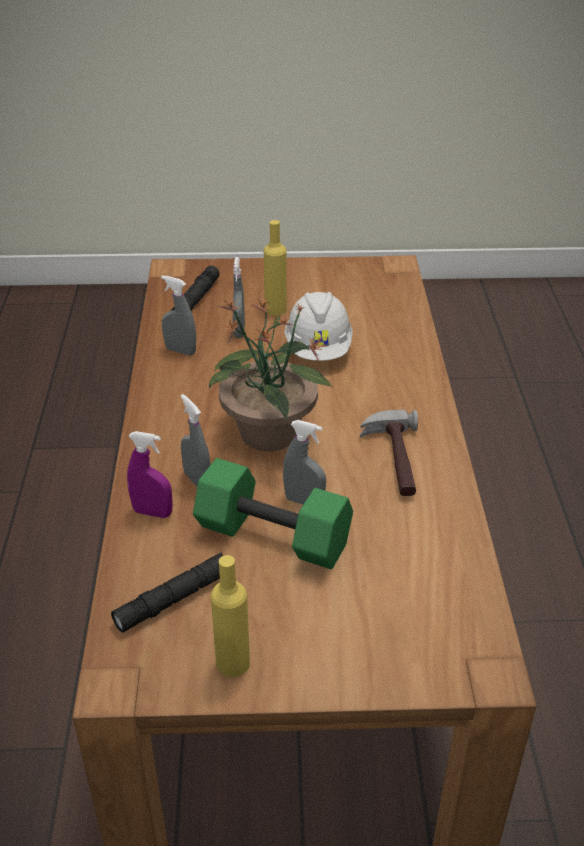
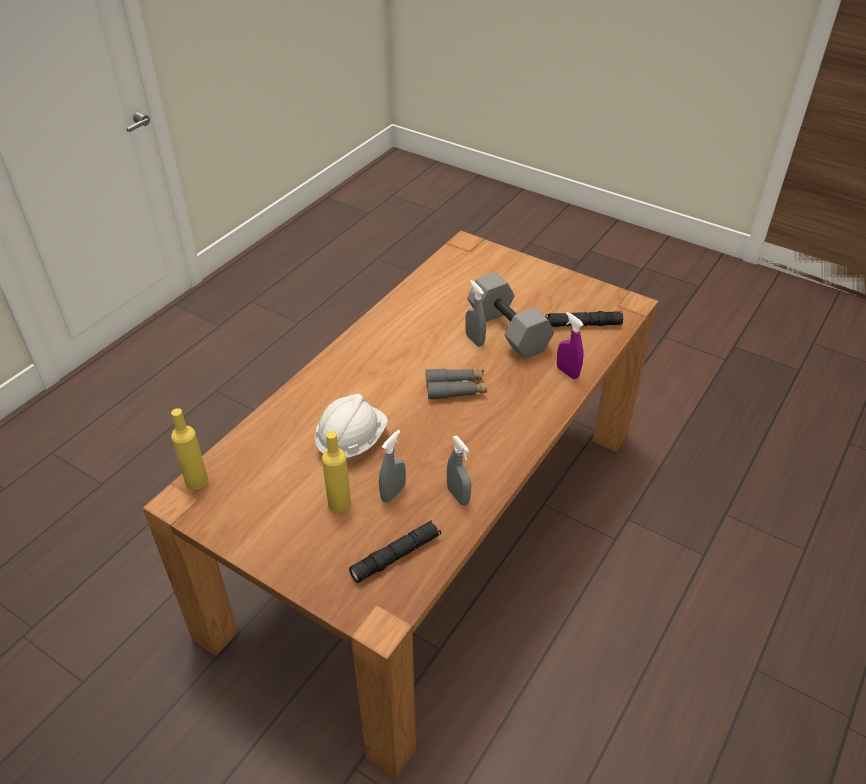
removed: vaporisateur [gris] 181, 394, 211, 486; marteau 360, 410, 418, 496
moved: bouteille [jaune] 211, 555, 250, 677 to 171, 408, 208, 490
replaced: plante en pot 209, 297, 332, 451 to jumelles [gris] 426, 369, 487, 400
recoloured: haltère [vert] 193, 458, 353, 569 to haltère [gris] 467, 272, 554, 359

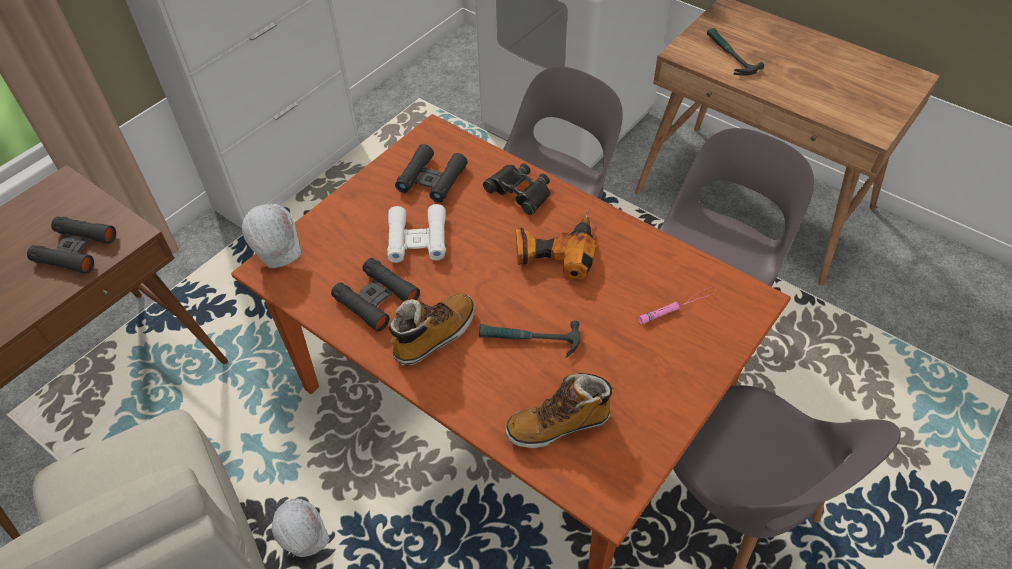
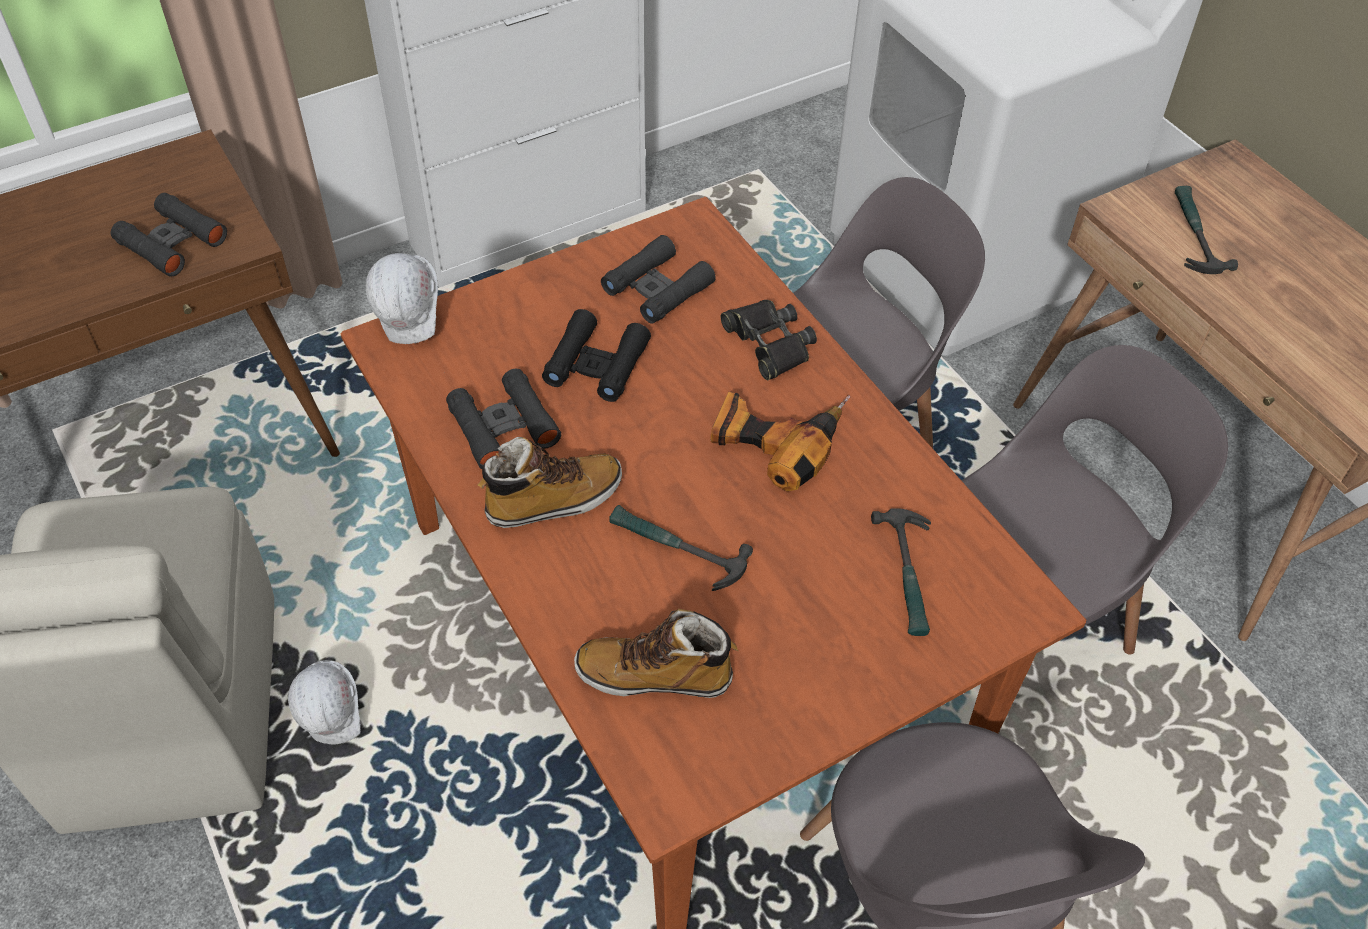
replaced: lampe de poche [rose] 638, 287, 716, 324 to marteau 871, 508, 931, 636
recoloured: jumelles [blanc] 387, 204, 446, 263 to jumelles [noir] 542, 309, 651, 402

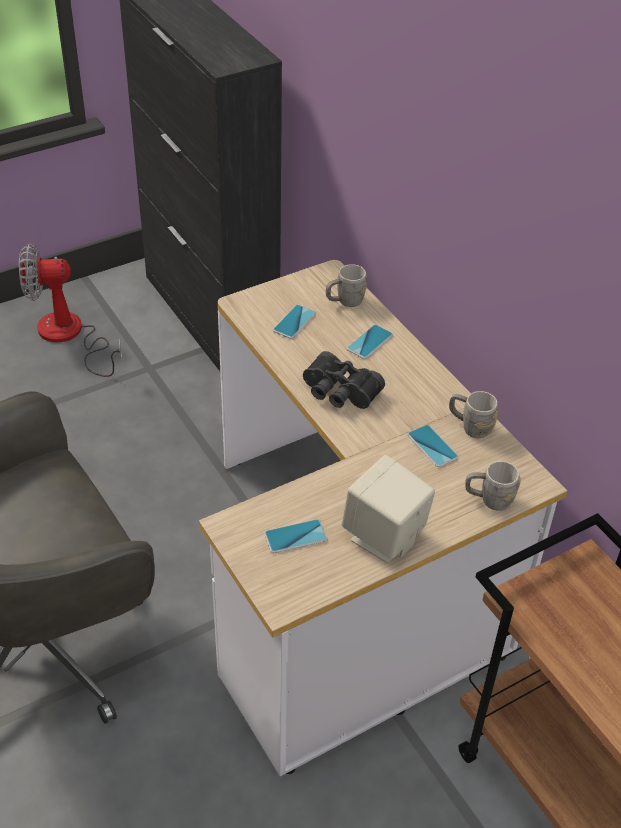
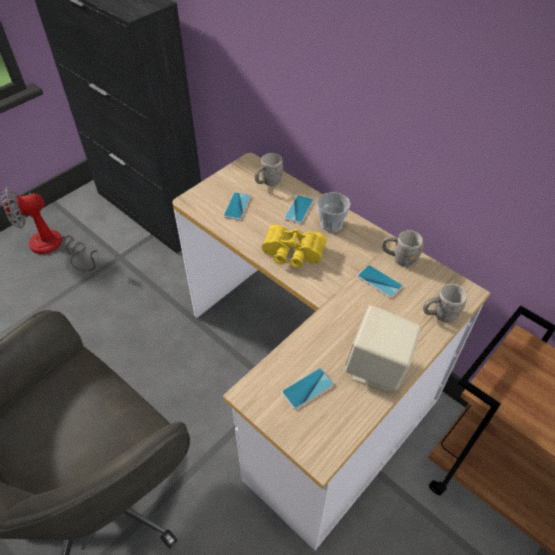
added: tasse 317, 192, 351, 232
recoloured: jumelles [noir] 303, 351, 385, 409 to jumelles [jaune] 262, 225, 327, 268

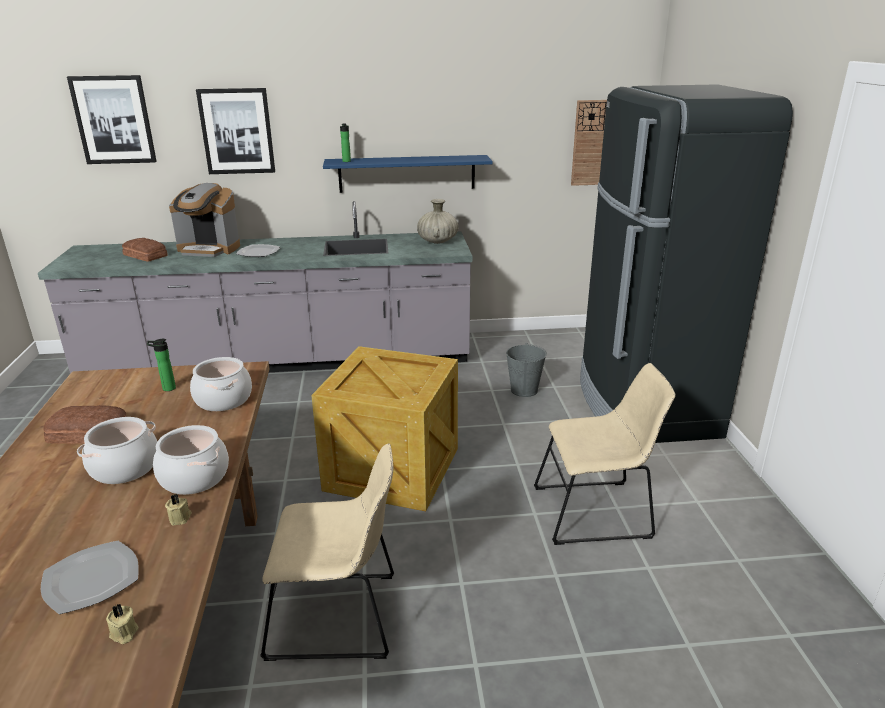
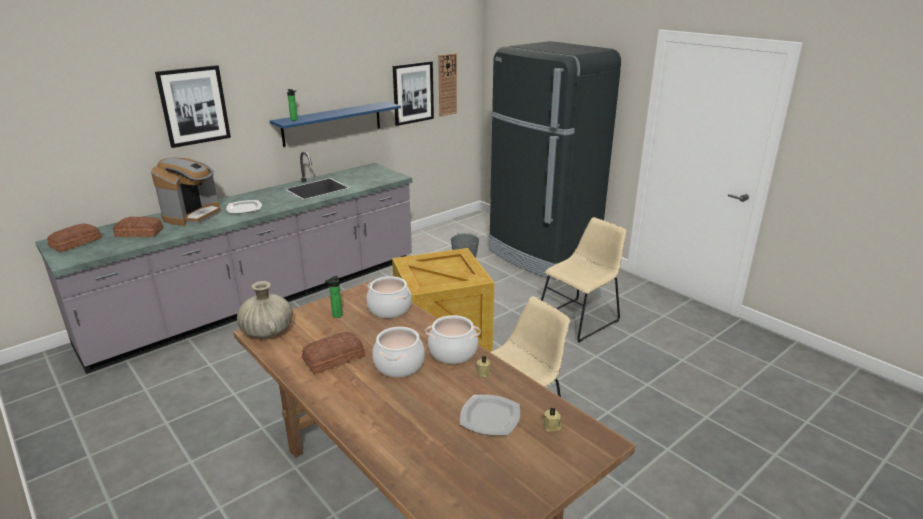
added: pain 47, 224, 102, 252
moved: tableau 67, 75, 157, 164 to 393, 61, 434, 126; vase [beige] 417, 199, 458, 244 to 237, 281, 293, 338
turned: machine à café 169, 183, 240, 257 = 151, 157, 221, 226 45 degrees counterclockwise

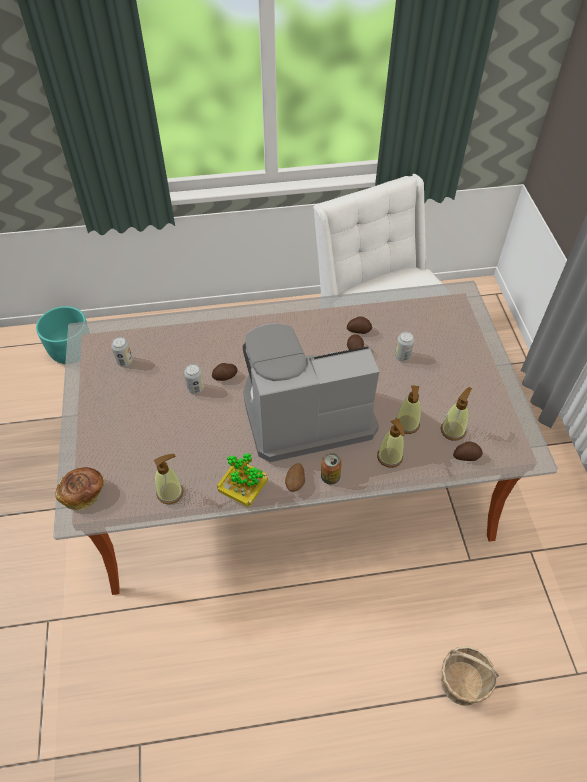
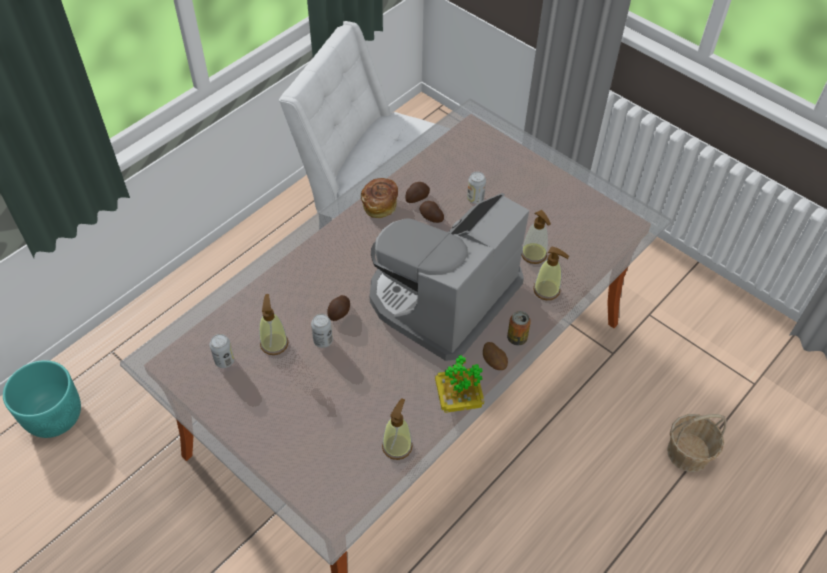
removed: pomme de terre 453, 442, 483, 461
moved: pain 55, 467, 104, 510 to 361, 178, 398, 218; distributeur de savon 441, 387, 472, 441 to 259, 294, 288, 355

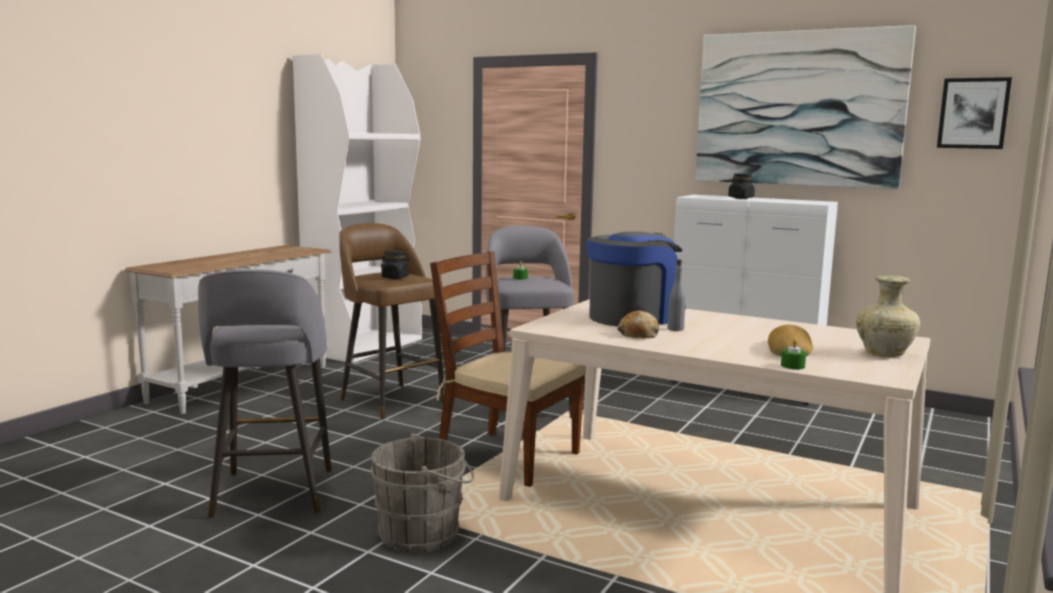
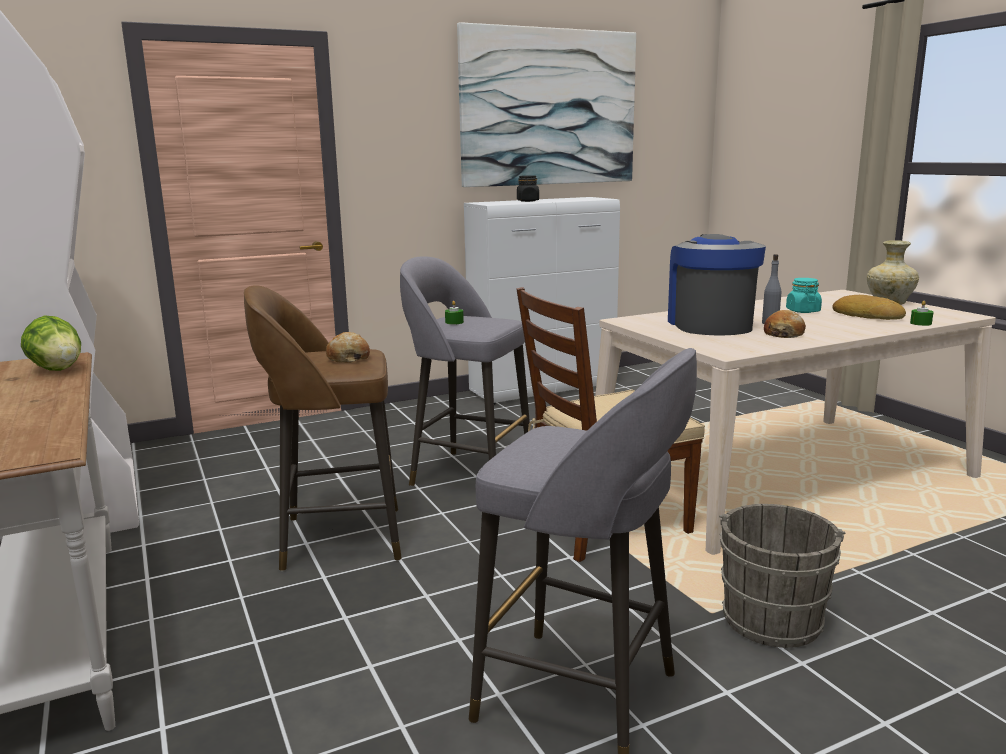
removed: tableau 937, 77, 1012, 149
added: laitue 21, 315, 81, 371; bocal [turquoise] 786, 278, 822, 313
replaced: bocal [noir] 381, 250, 410, 279 to pain 326, 332, 370, 363

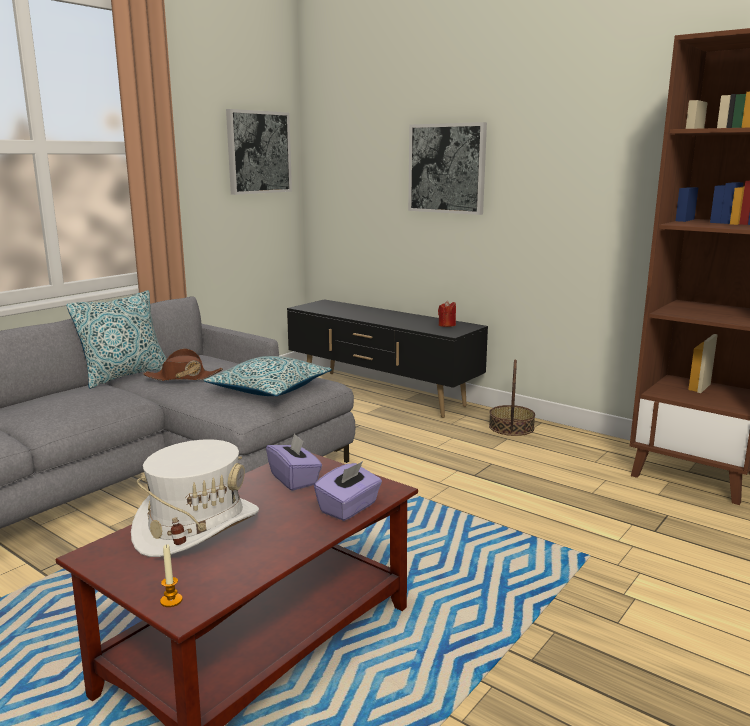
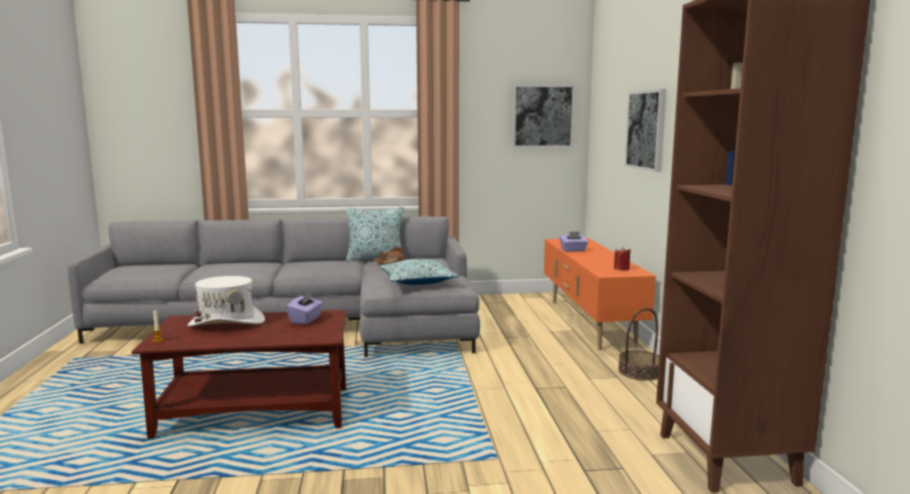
moved: boîte à mouchoirs [violet] 314, 461, 382, 521 to 559, 231, 588, 252
recoloured: meuble télé [noir] 287, 299, 488, 418 to meuble télé [orange] 544, 238, 656, 350

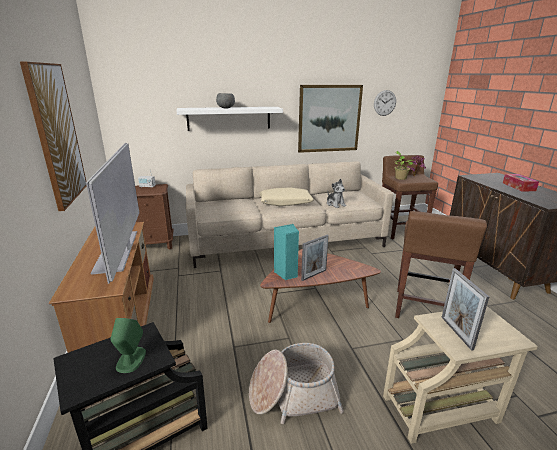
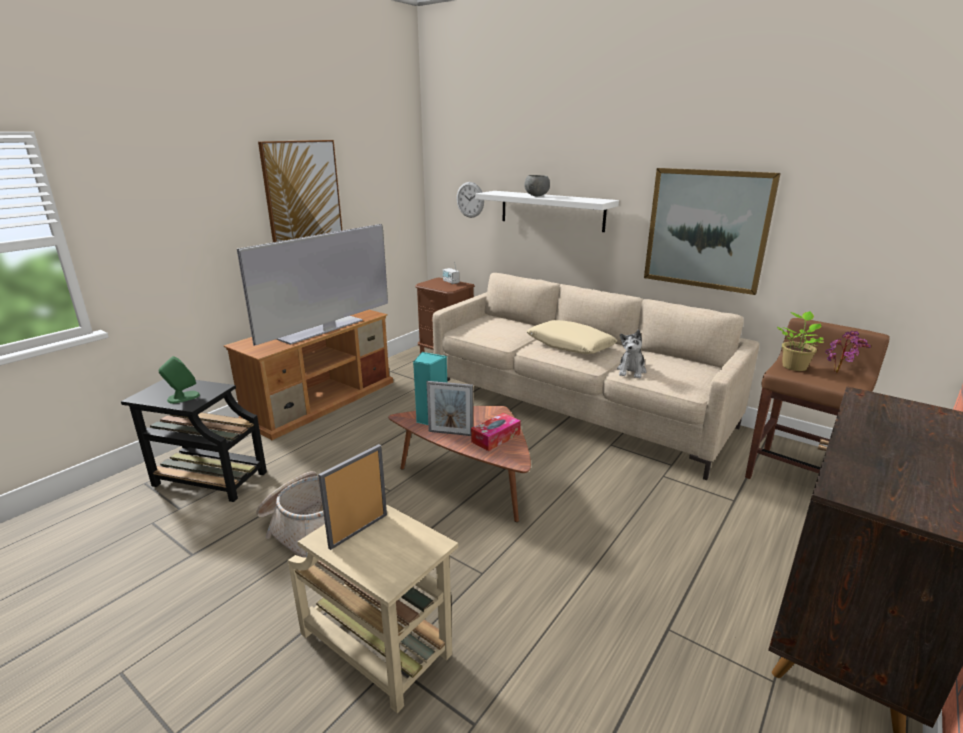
removed: tabouret [marron] 395, 211, 487, 318
moved: horloge murale 374, 90, 396, 116 to 457, 182, 484, 218; boîte à mouchoirs 503, 174, 539, 191 to 471, 413, 521, 451

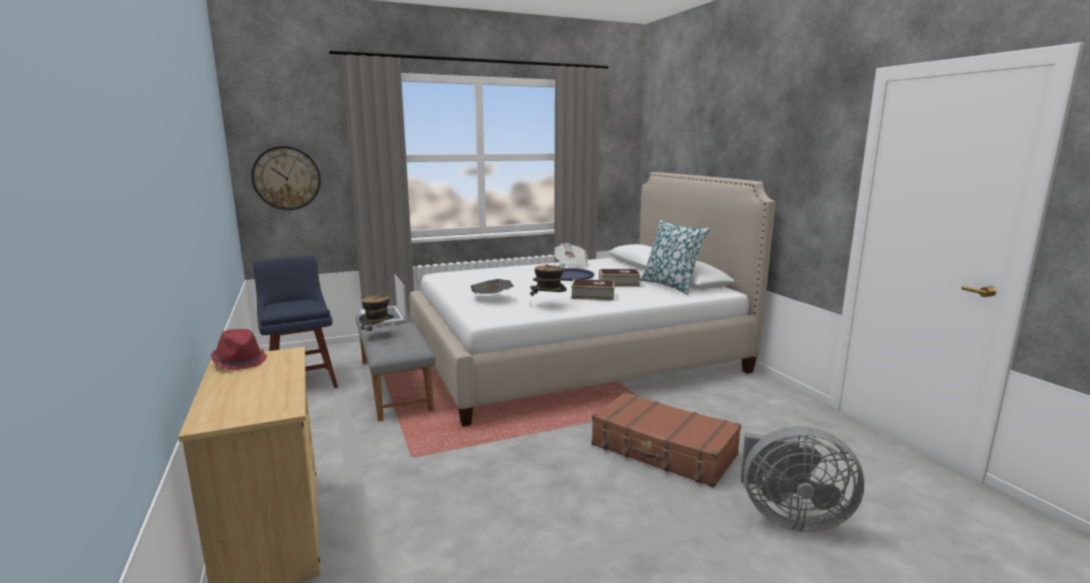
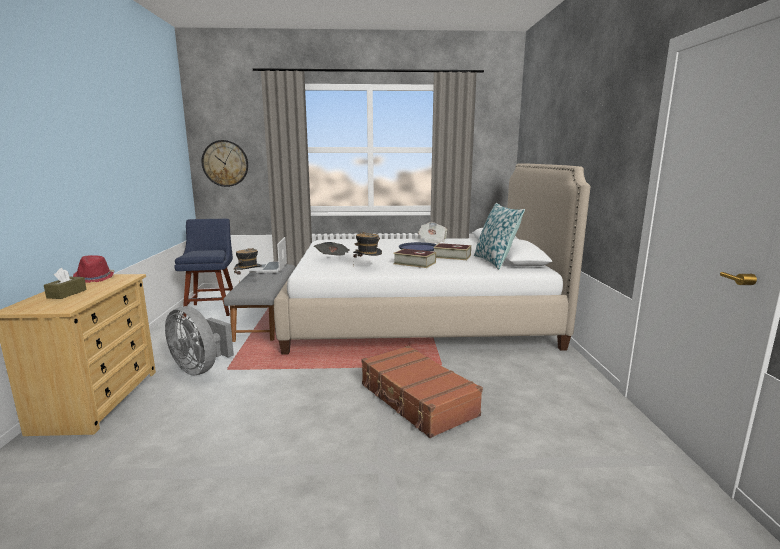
added: boîte à mouchoirs [marron] 44, 268, 87, 299
moved: ventilateur [gris] 741, 426, 864, 532 to 165, 306, 234, 375

